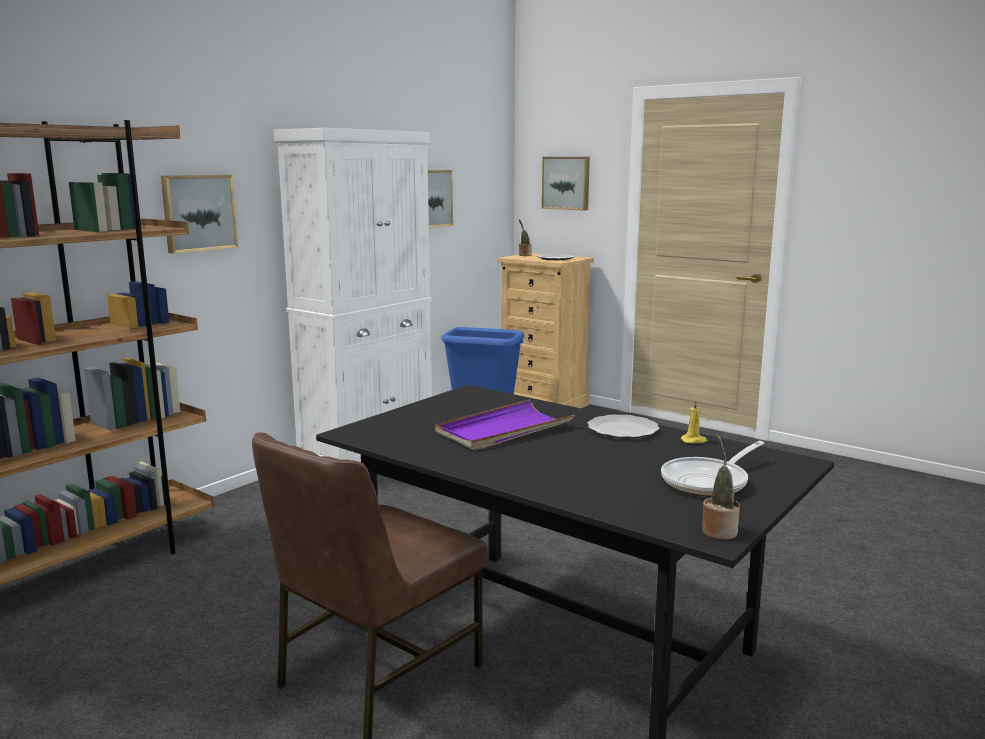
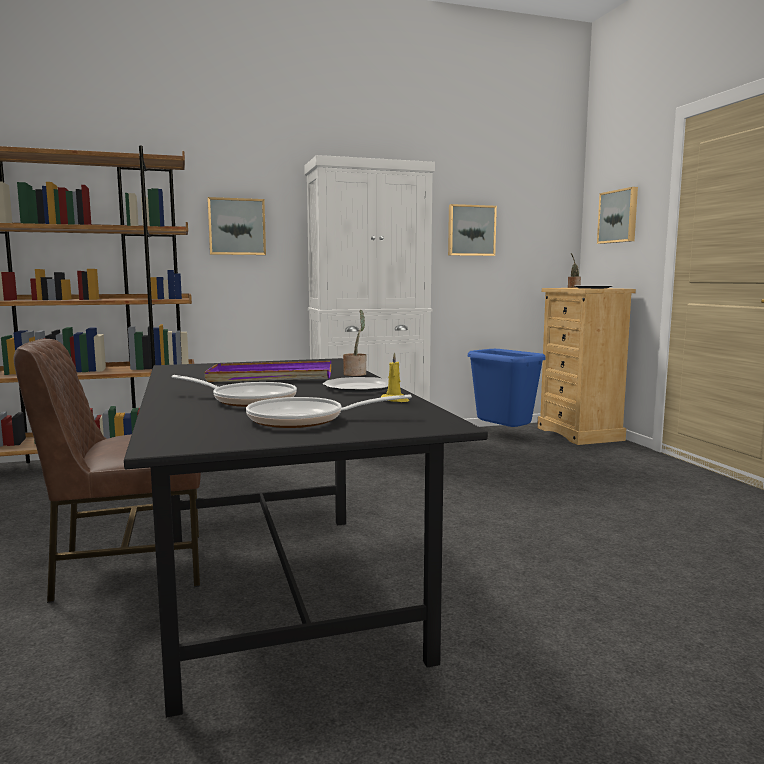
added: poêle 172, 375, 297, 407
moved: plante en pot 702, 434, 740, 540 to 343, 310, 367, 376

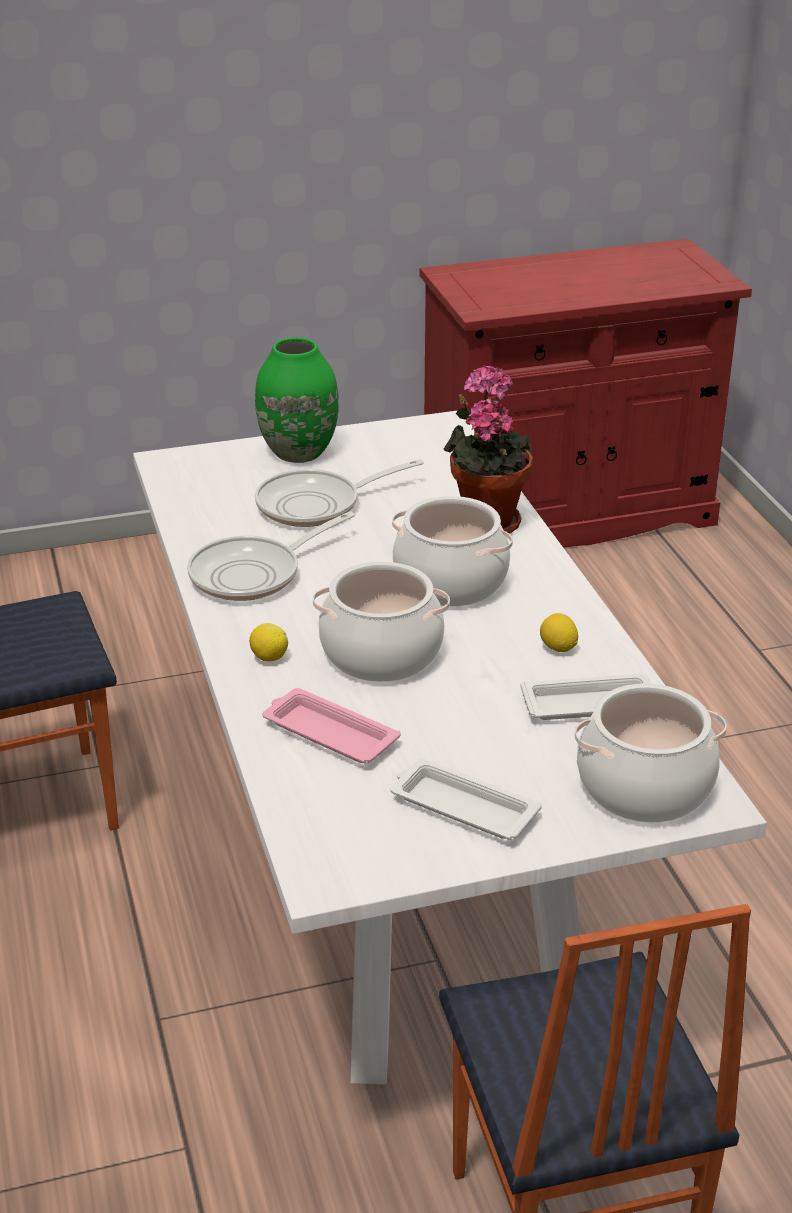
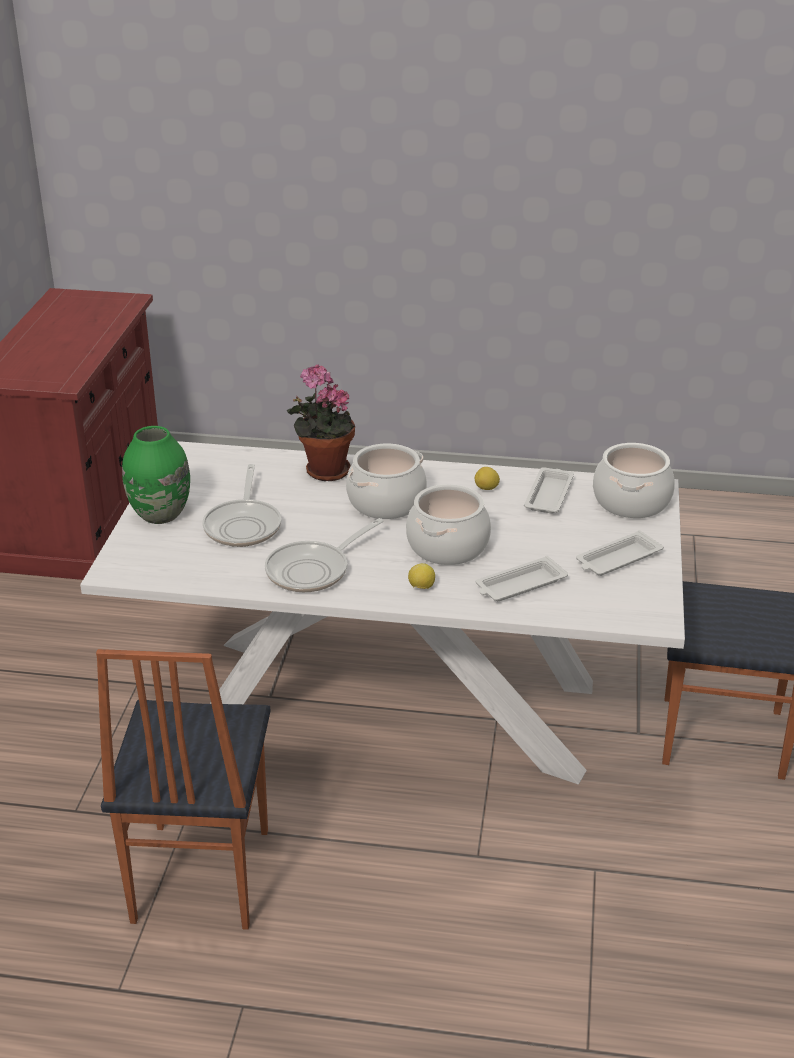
recoloured: plateau [rose] 262, 688, 400, 763 to plateau [blanc] 476, 556, 568, 601
turned: poêle 187, 511, 355, 601 = 265, 518, 384, 592 60 degrees clockwise

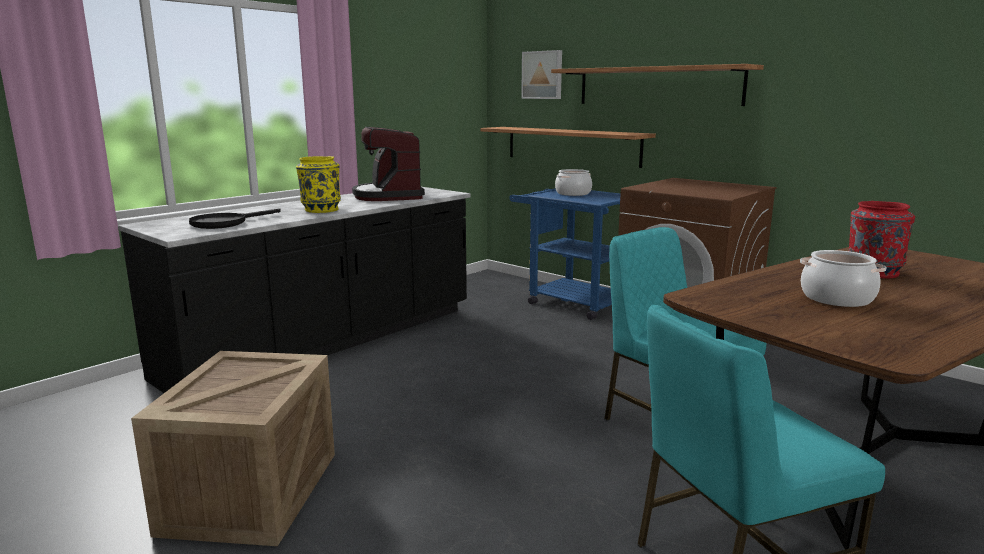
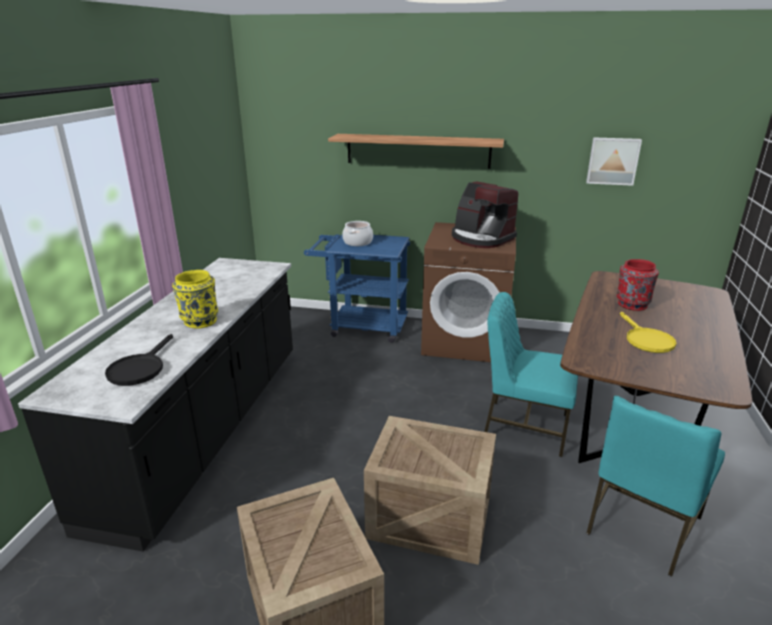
removed: étagère 480, 127, 656, 168
added: caisse 364, 416, 496, 565
moved: machine à café 352, 127, 425, 201 to 452, 181, 518, 248; tableau 521, 50, 562, 99 to 586, 137, 642, 186
replaced: marmite 800, 250, 886, 307 to poêle [jaune] 620, 312, 676, 353

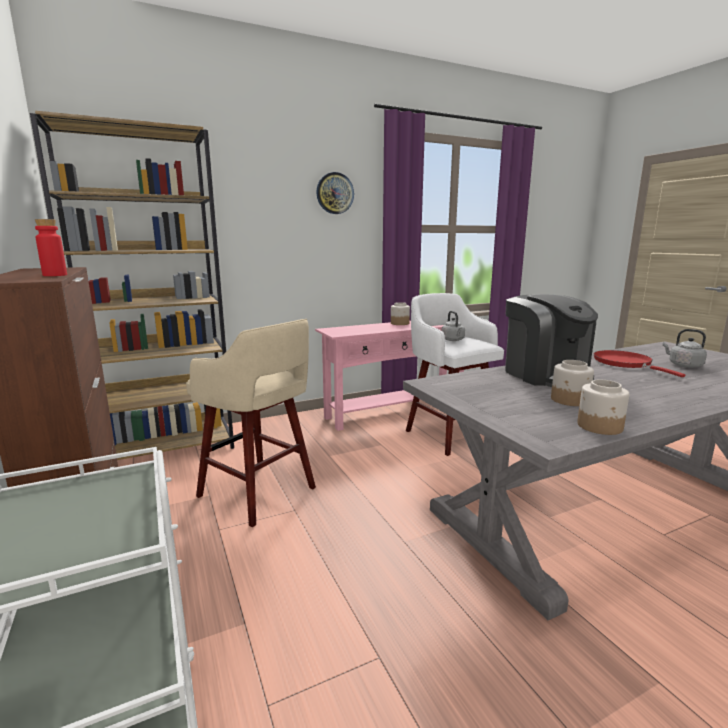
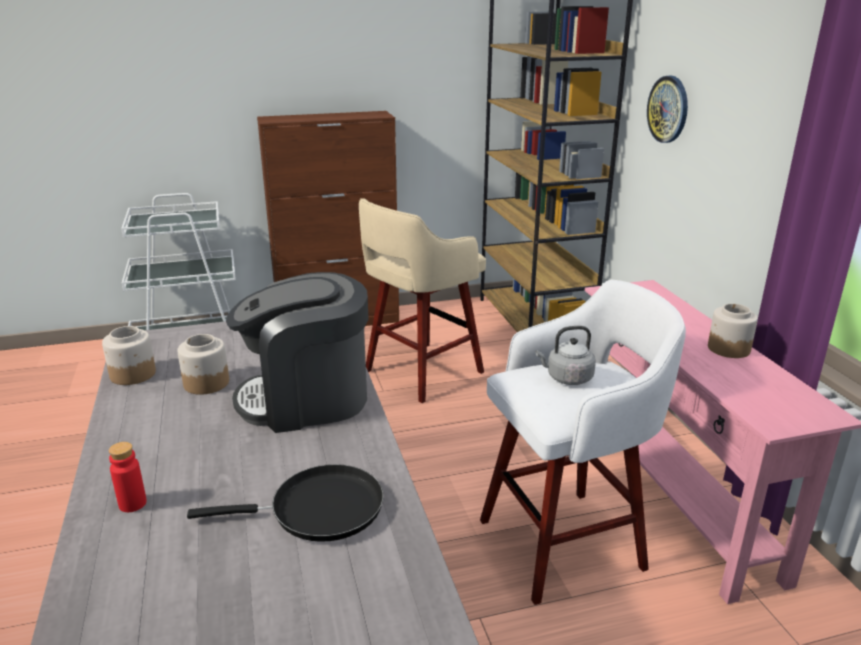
removed: bouilloire [gris] 663, 329, 707, 368
moved: bouteille [rouge] 35, 219, 67, 276 to 109, 442, 147, 512; horloge murale 316, 172, 354, 214 to 647, 76, 688, 143
recoloured: poêle [rouge] 594, 350, 685, 377 to poêle [noir] 187, 464, 383, 542

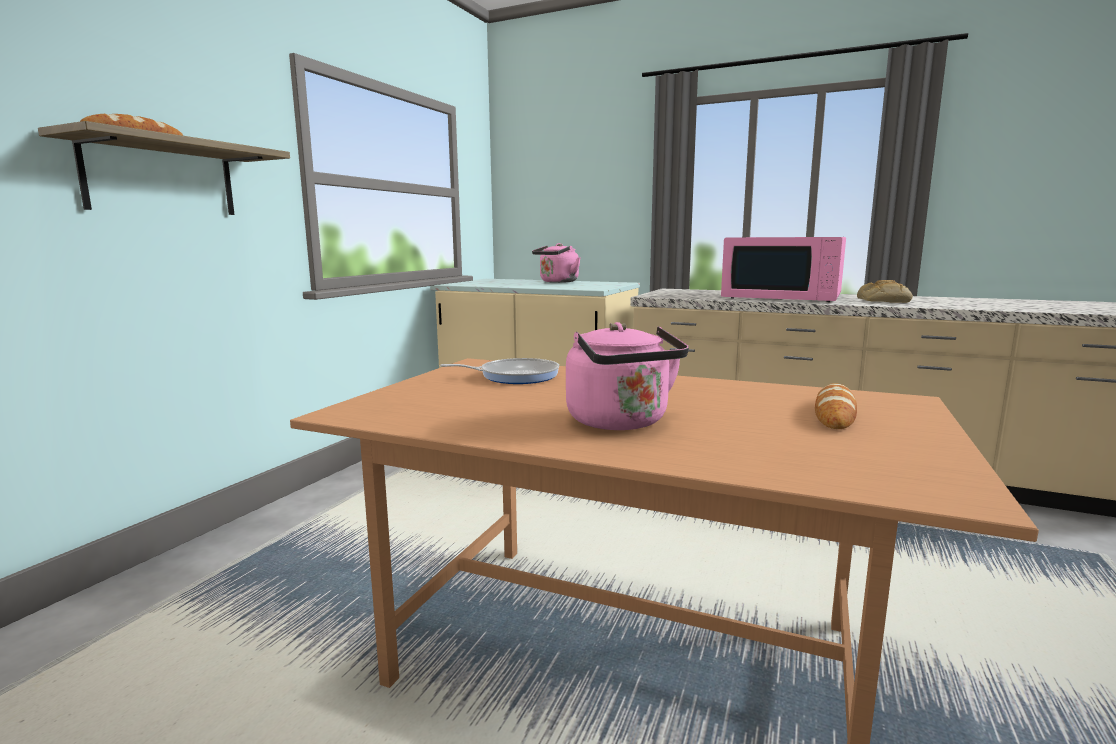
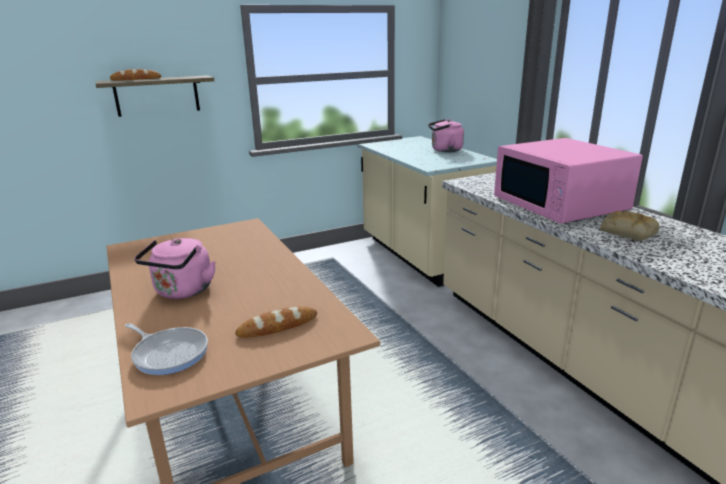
moved: poêle 440, 358, 559, 384 to 125, 323, 208, 375

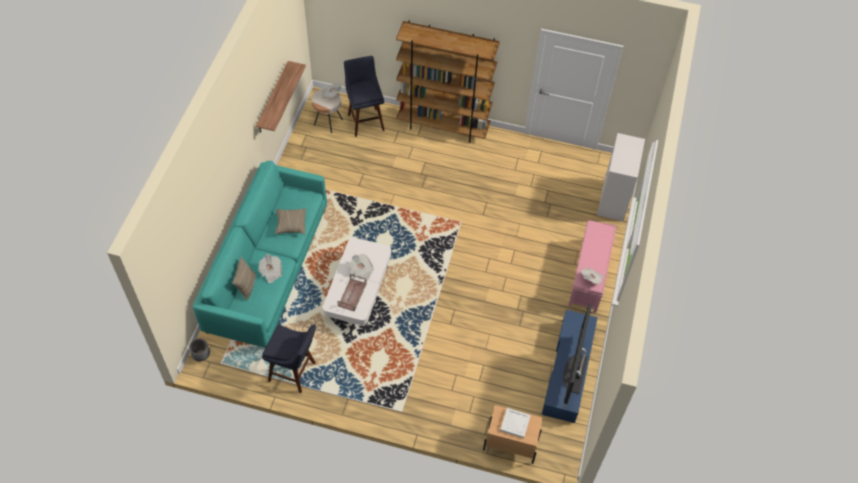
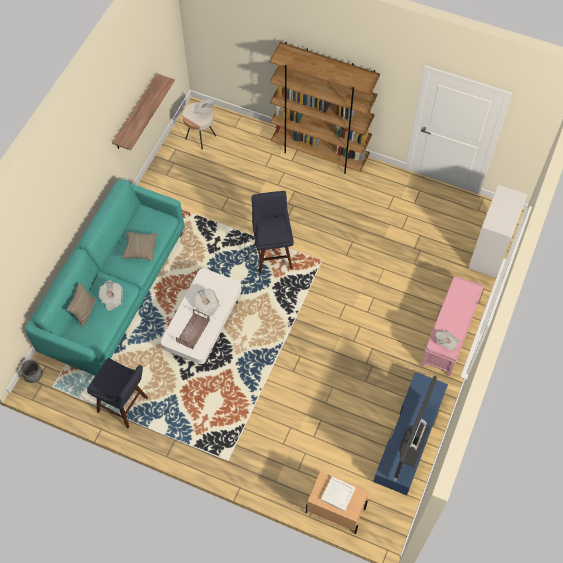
moved: tabouret [bleu] 344, 56, 385, 137 to 252, 191, 294, 273

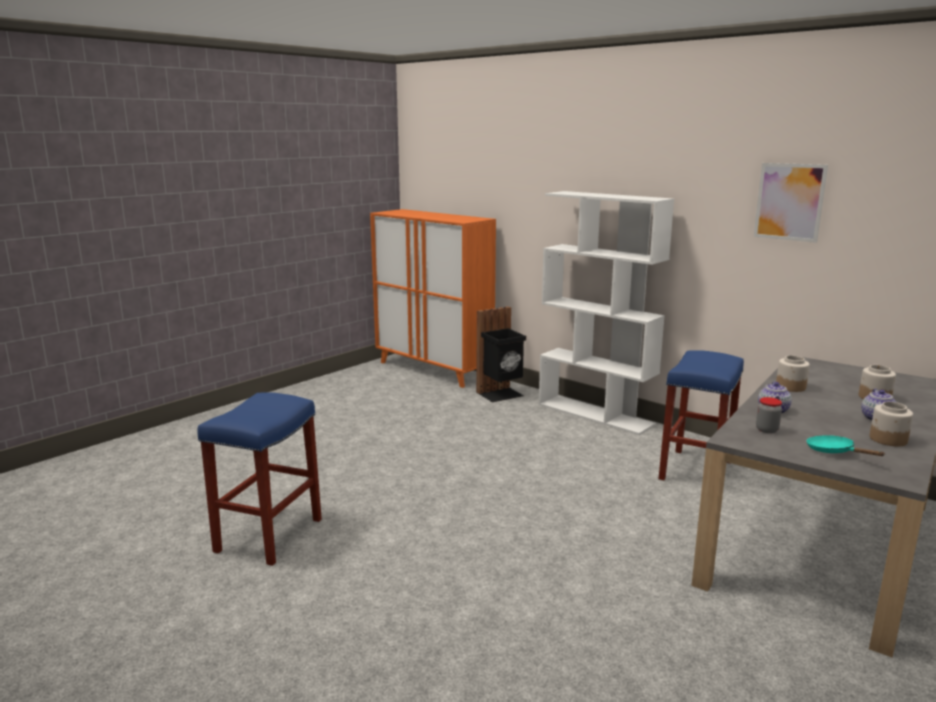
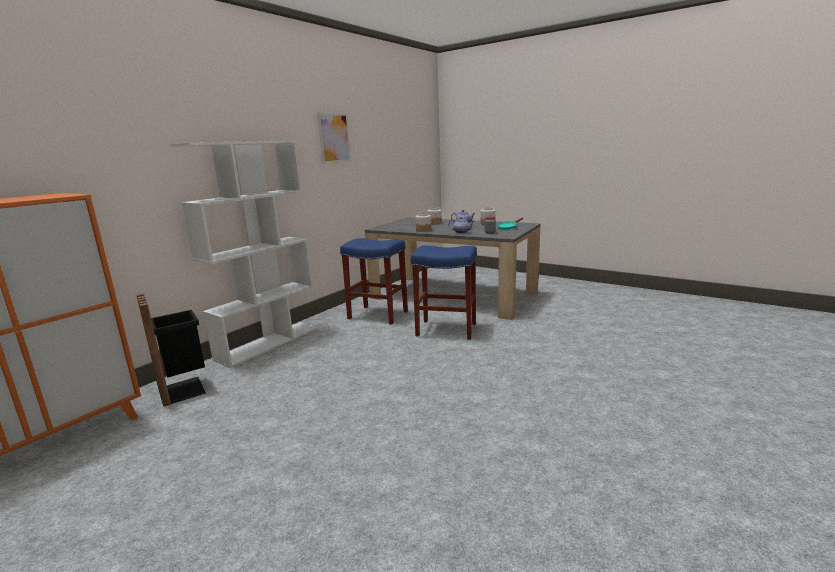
moved: tabouret [bleu] 197, 392, 322, 566 to 411, 245, 477, 340

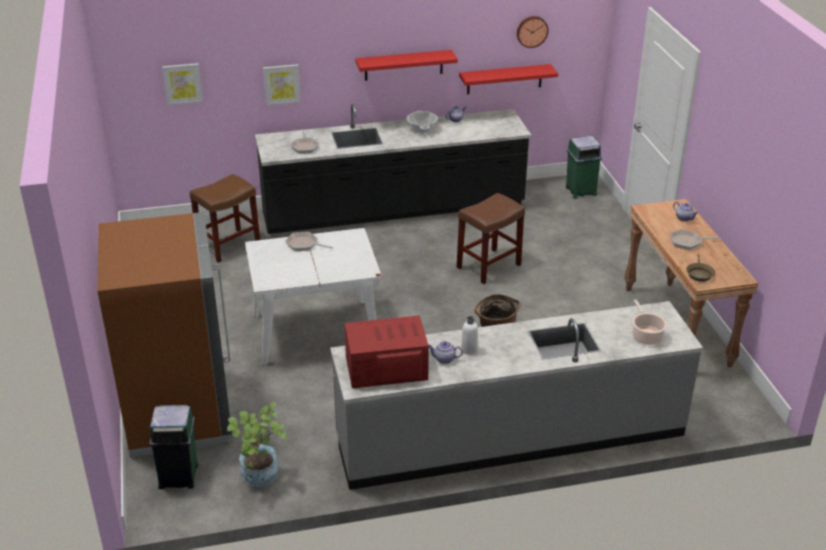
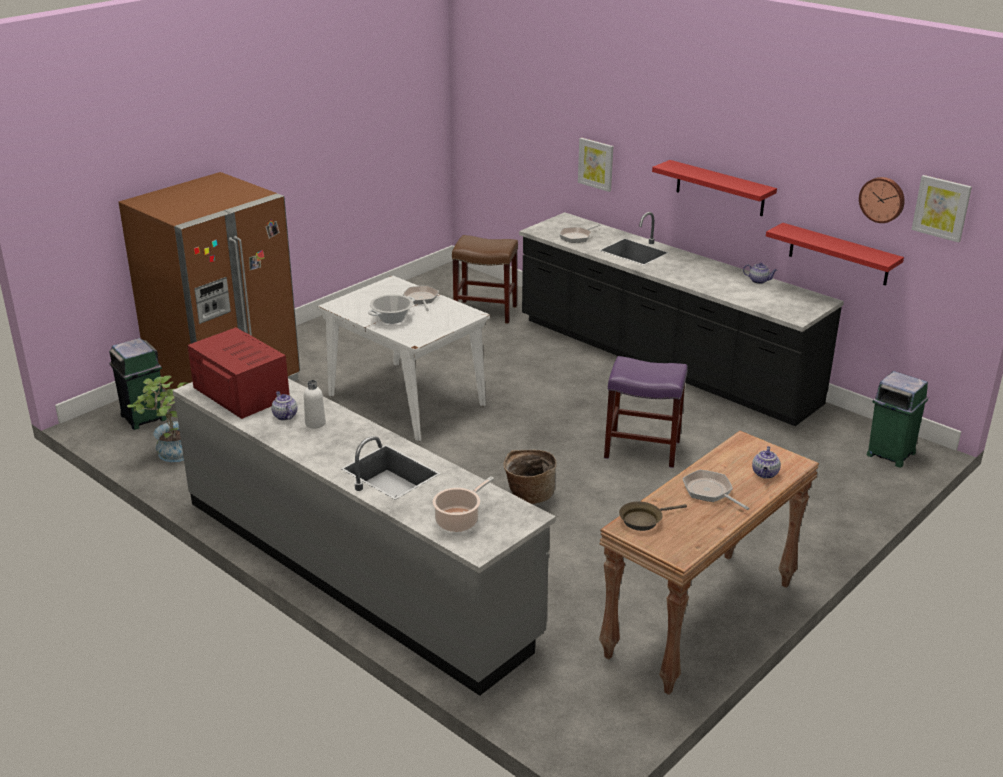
moved: tableau 162, 63, 203, 105 to 911, 175, 972, 243; marmite 406, 111, 438, 133 to 368, 294, 415, 324
recoloured: tabouret [marron] 457, 193, 525, 284 to tabouret [violet] 604, 356, 688, 468

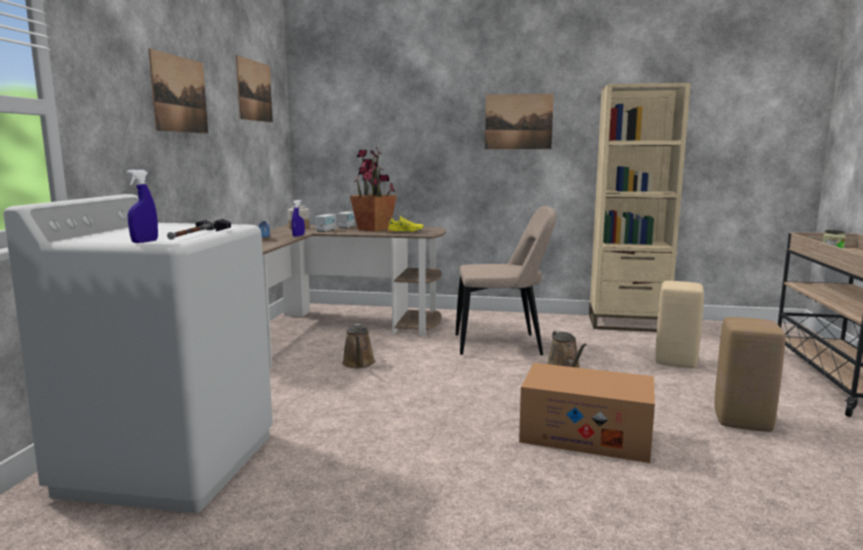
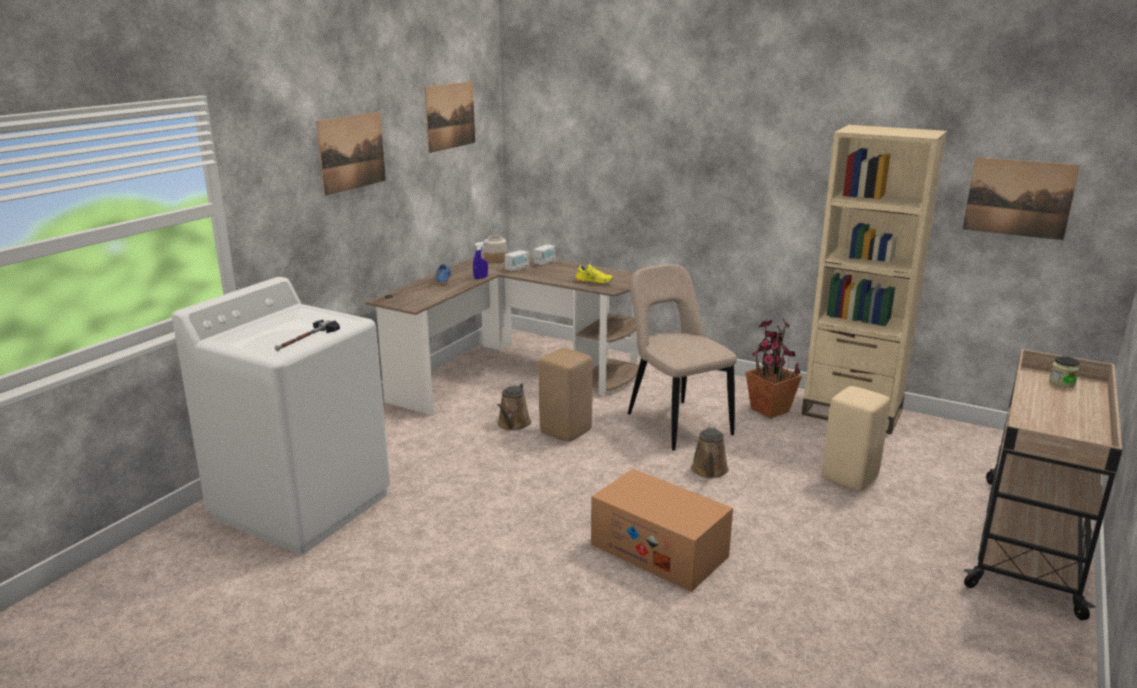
removed: vaporisateur [bleu] 127, 170, 158, 243
moved: plante en pot 350, 147, 397, 232 to 746, 319, 802, 419; tableau 485, 94, 554, 149 to 963, 157, 1080, 240; tabouret [beige] 714, 317, 785, 432 to 539, 348, 593, 442
turned: chaise [beige] 456, 206, 556, 355 = 628, 264, 737, 451 135 degrees counterclockwise

